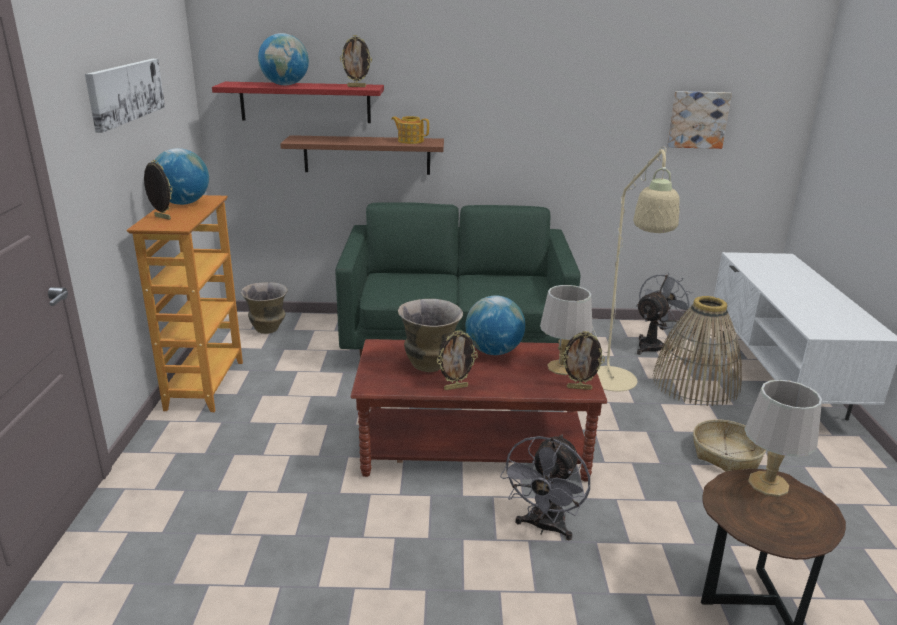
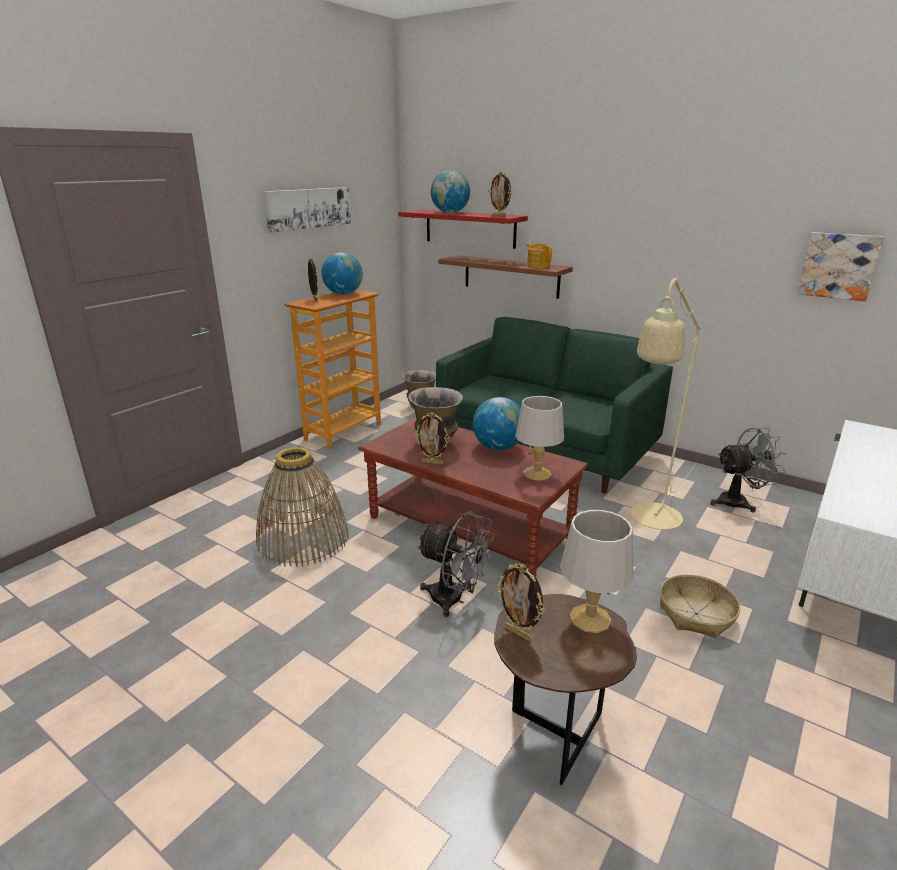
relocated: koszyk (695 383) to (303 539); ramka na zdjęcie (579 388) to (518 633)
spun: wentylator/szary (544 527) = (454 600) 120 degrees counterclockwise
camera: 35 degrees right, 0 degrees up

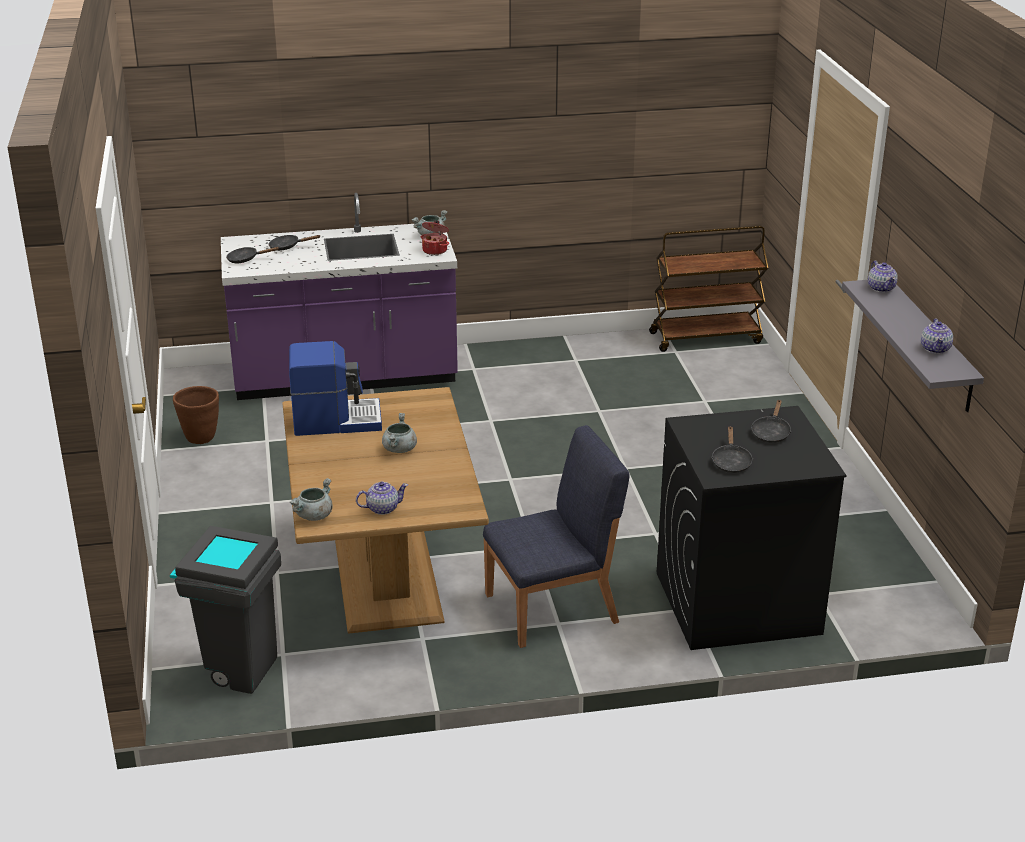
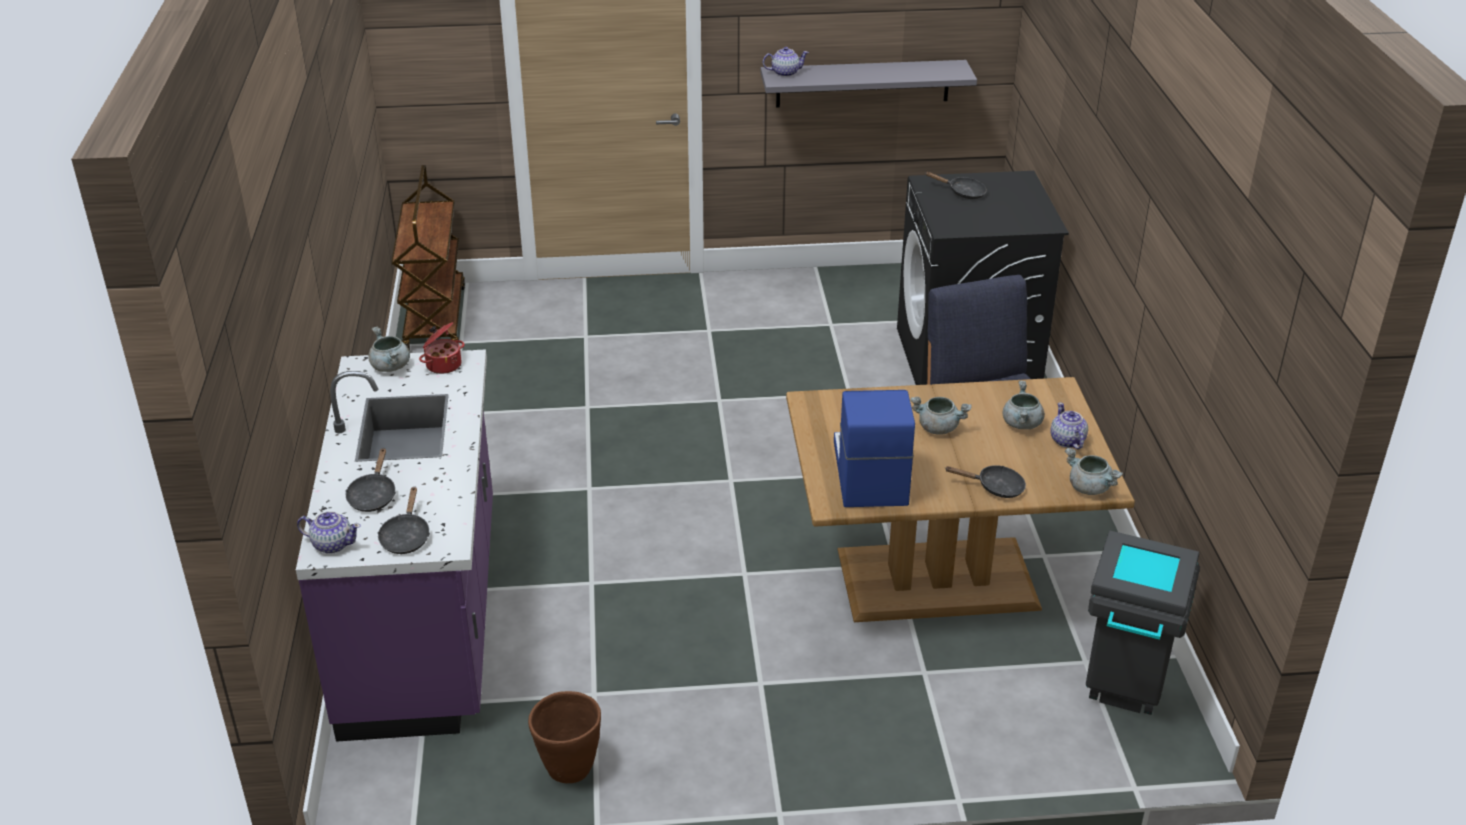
appeared: garnek/szary (1022 424)
relocated: imbryk (935 349) to (332 544); patelnia/czarny (731 462) to (995 487)
camera: 85 degrees left, 5 degrees up

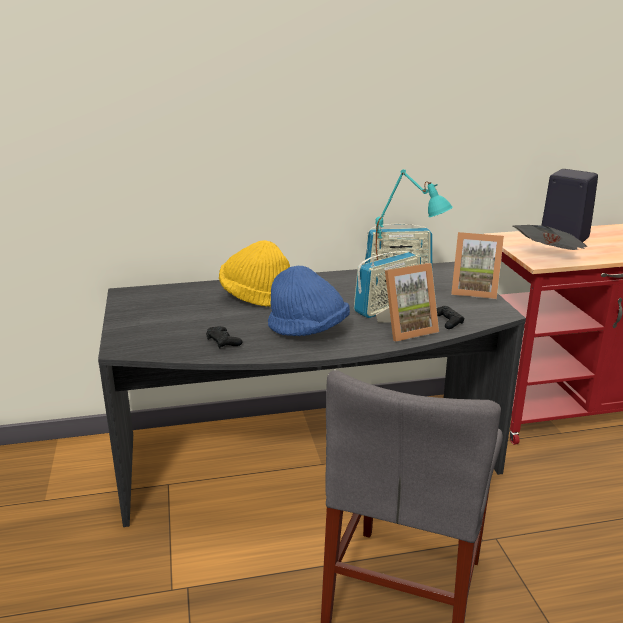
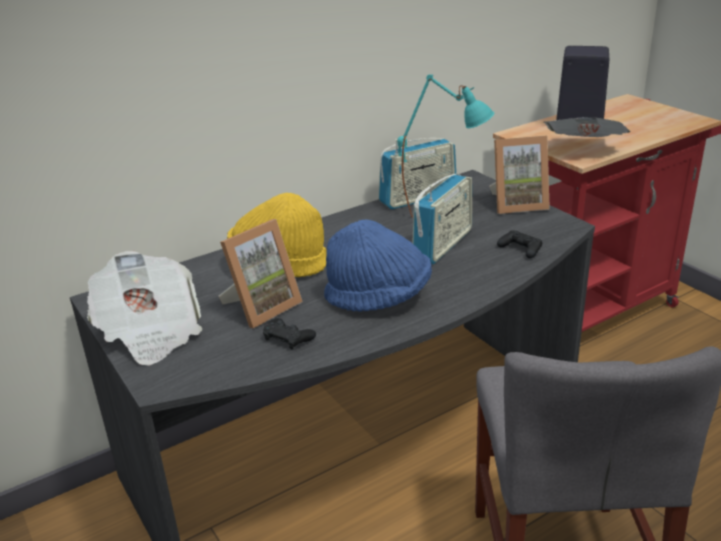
appeared: gazeta (150 332)
relocated: ramka na zdjęcie (406 329) to (261 307)
camera: 20 degrees left, 5 degrees up

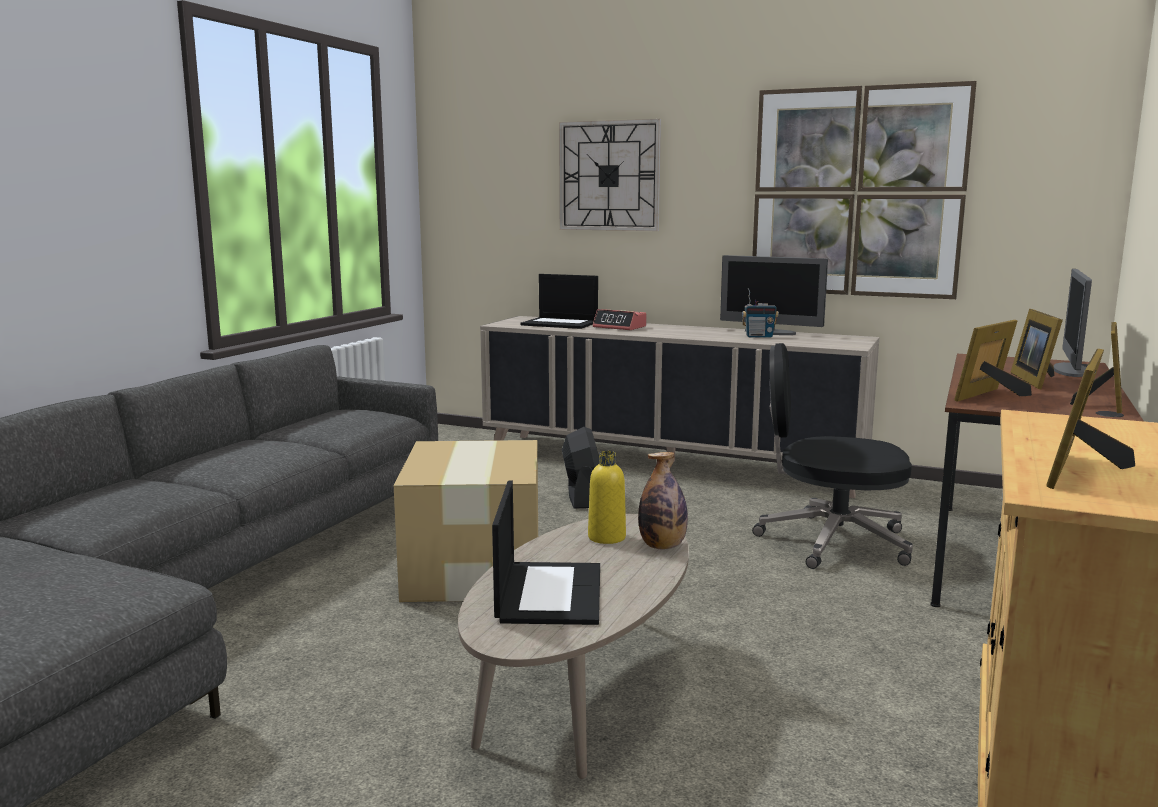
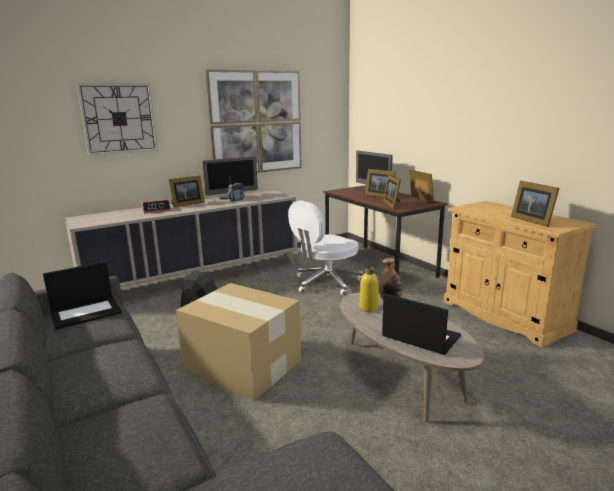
appeared: ramka na zdjęcie (186 204)
relocated: laptop (561 324) to (86 312)
colour: krzesło biurowe/czarny (830 541) to krzesło biurowe/biały (326 283)
camera: 55 degrees left, 5 degrees up

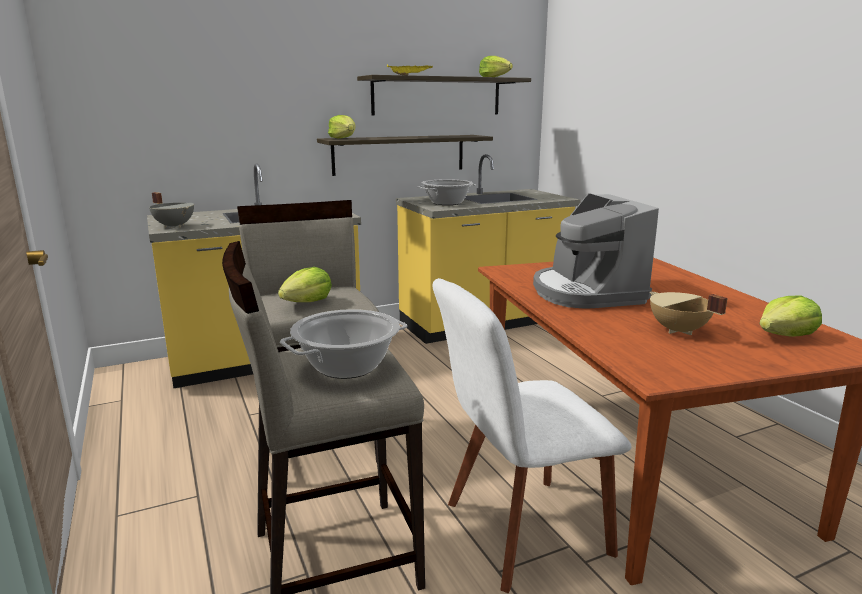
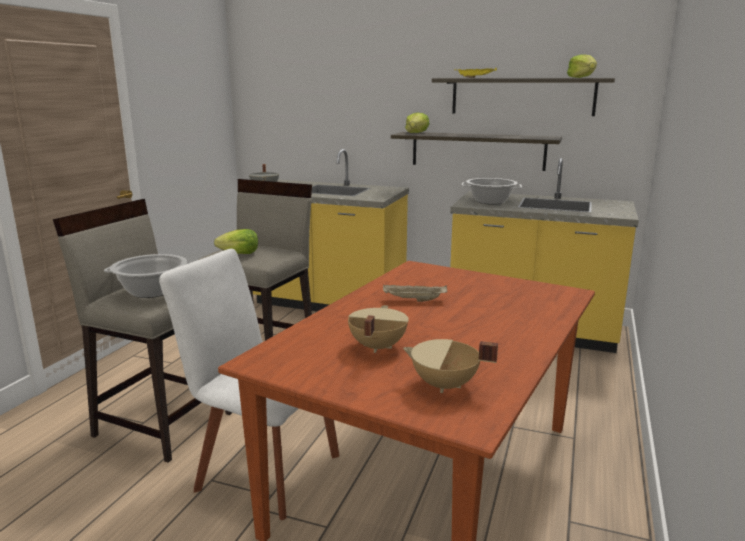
exchanged: ekspres do kawy (586 293) to taca/beżowy (413 300); sałata (785 336) to garnek/beżowy (444 386)
camera: 45 degrees right, 0 degrees up

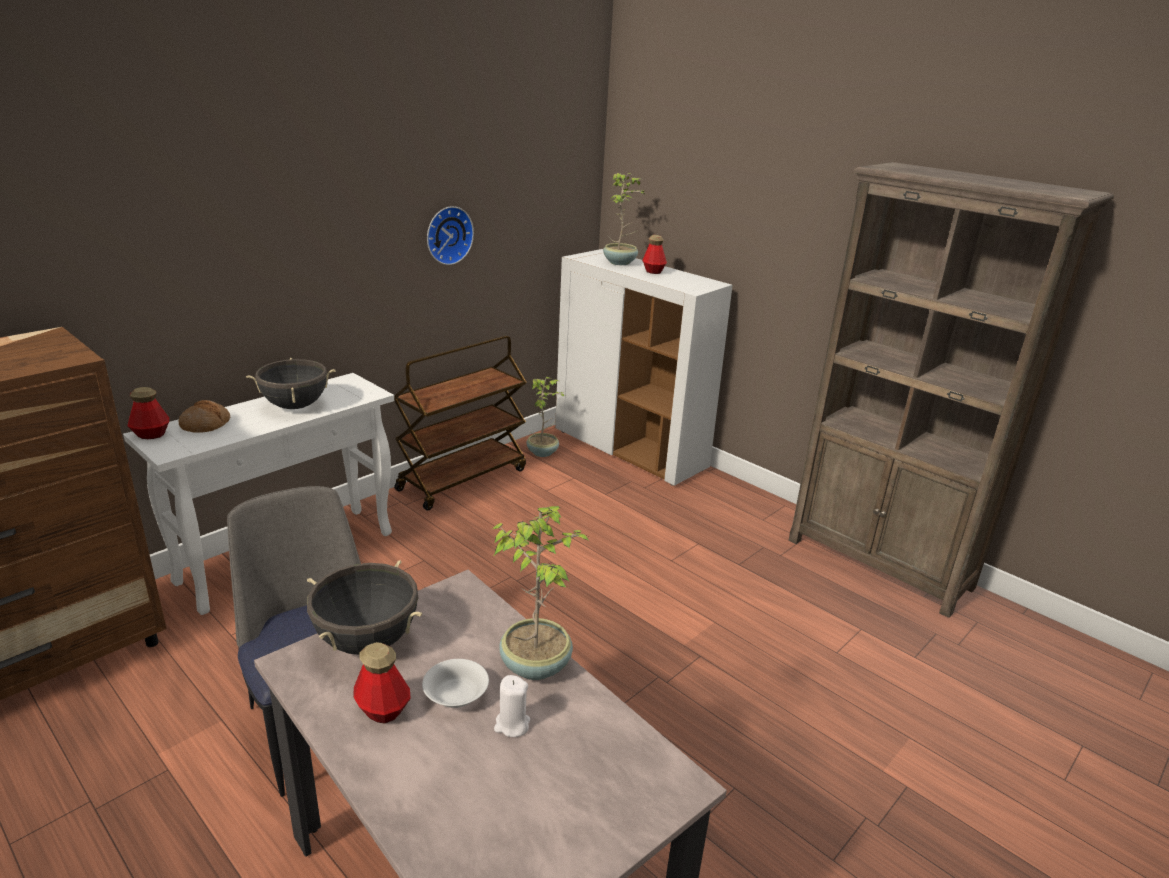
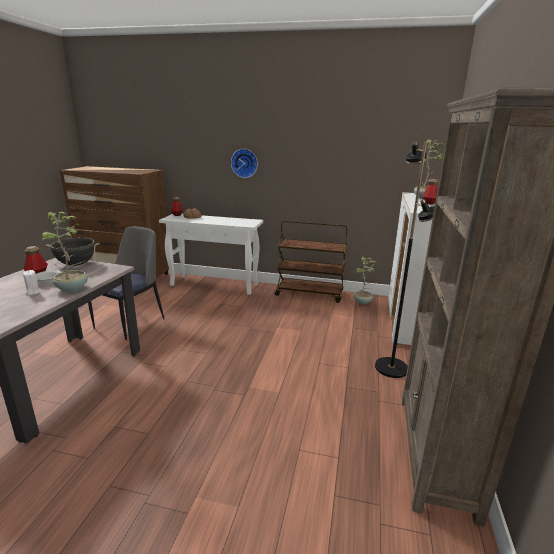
missing: garnek/czarny (295 406)
appeared: lampa stojąca/czarny (392 368)
relocated: zegar ścienny (447 235) to (244 163)
camera: 60 degrees right, 5 degrees down

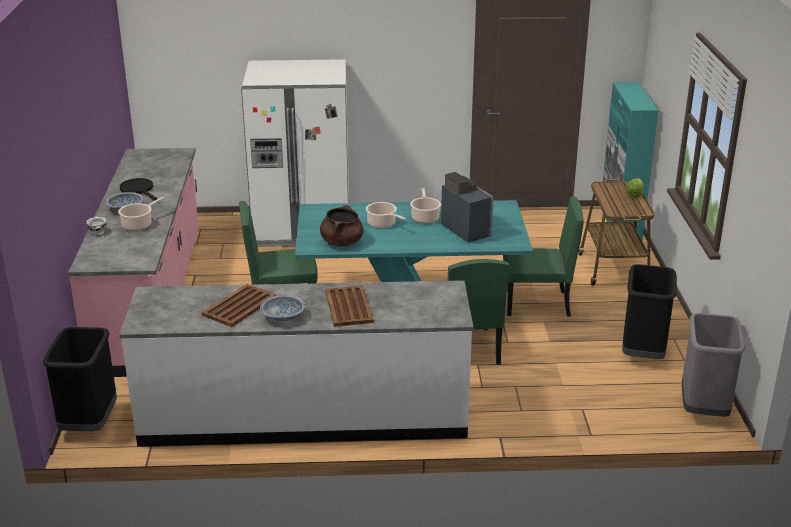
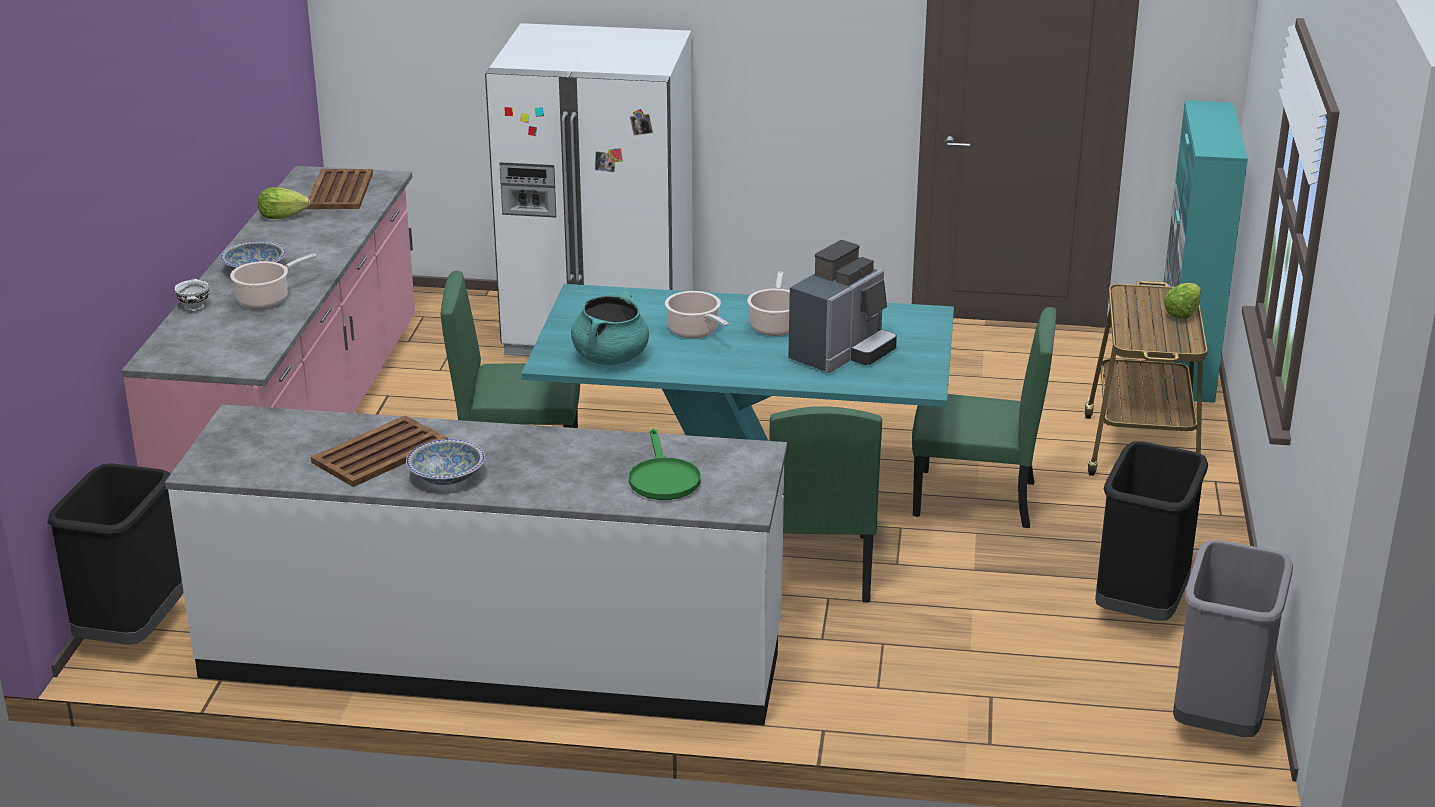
missing: patelnia/czarny (139 190)
appeared: sałata (282 217); patelnia/zielony (662 478)
relocated: taca/brązowy (348 307) to (339 191)
colour: garnek/brązowy (342 242) to garnek/turkusowy (610 357)
spun: ekspres do kawy (467 230) = (842 353) 60 degrees clockwise
camera: 10 degrees right, 0 degrees up

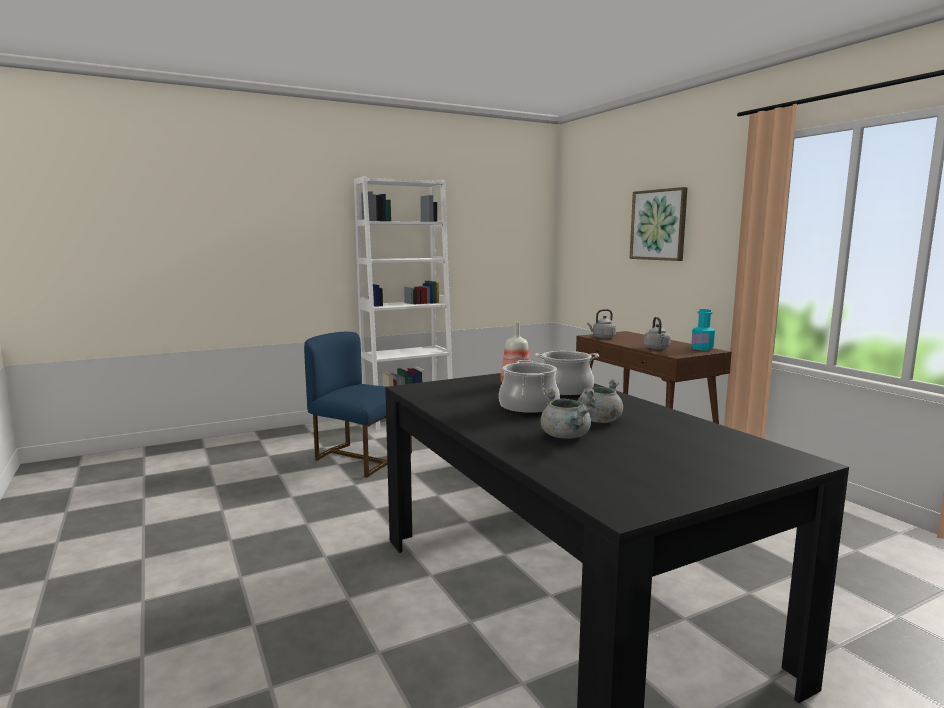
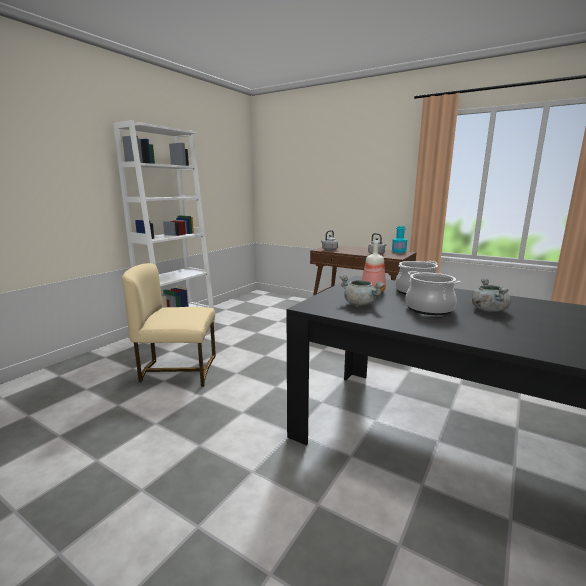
missing: obraz (658 225)
relocated: garnek/szary (566 436) to (360 304)
colour: krzesło/niebieski (360 458) to krzesło/beżowy (178 370)
camera: 30 degrees left, 5 degrees up

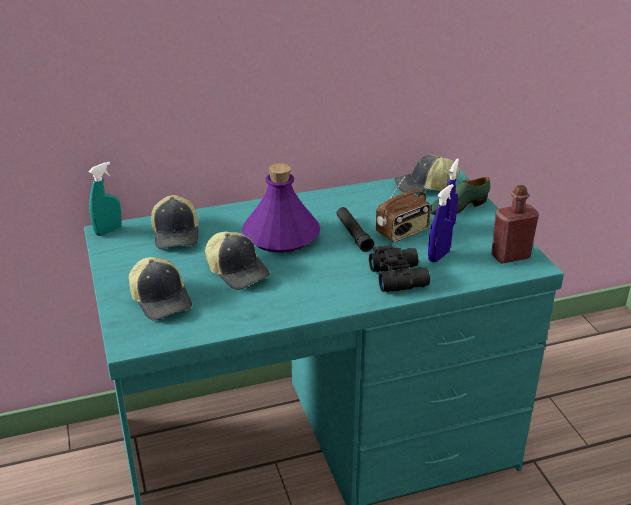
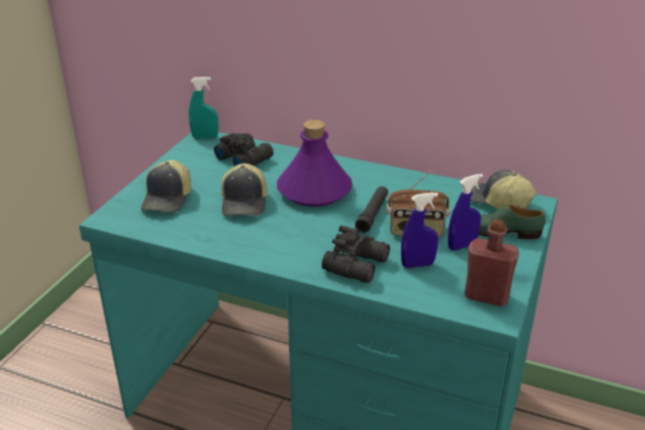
exchanged: czapka z daszkiem (177 234) to lornetka/czarny (244 158)
camera: 40 degrees right, 0 degrees up

